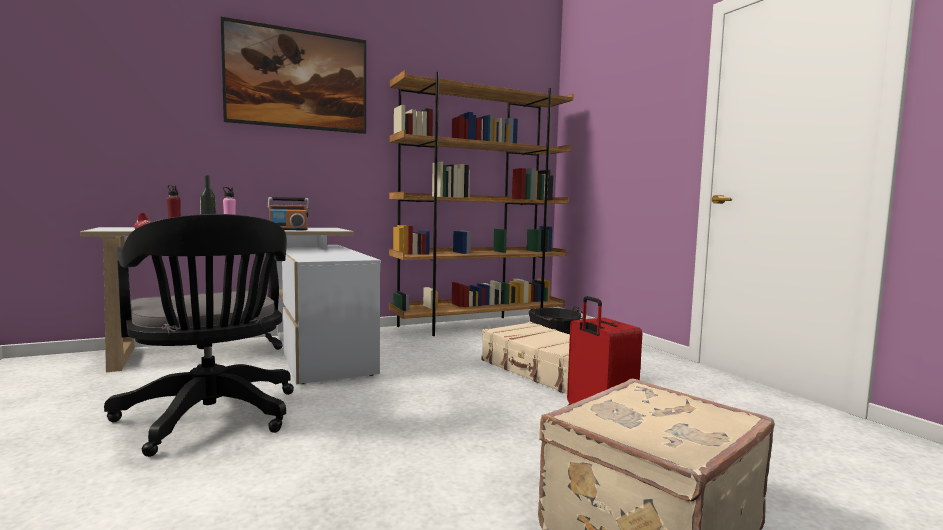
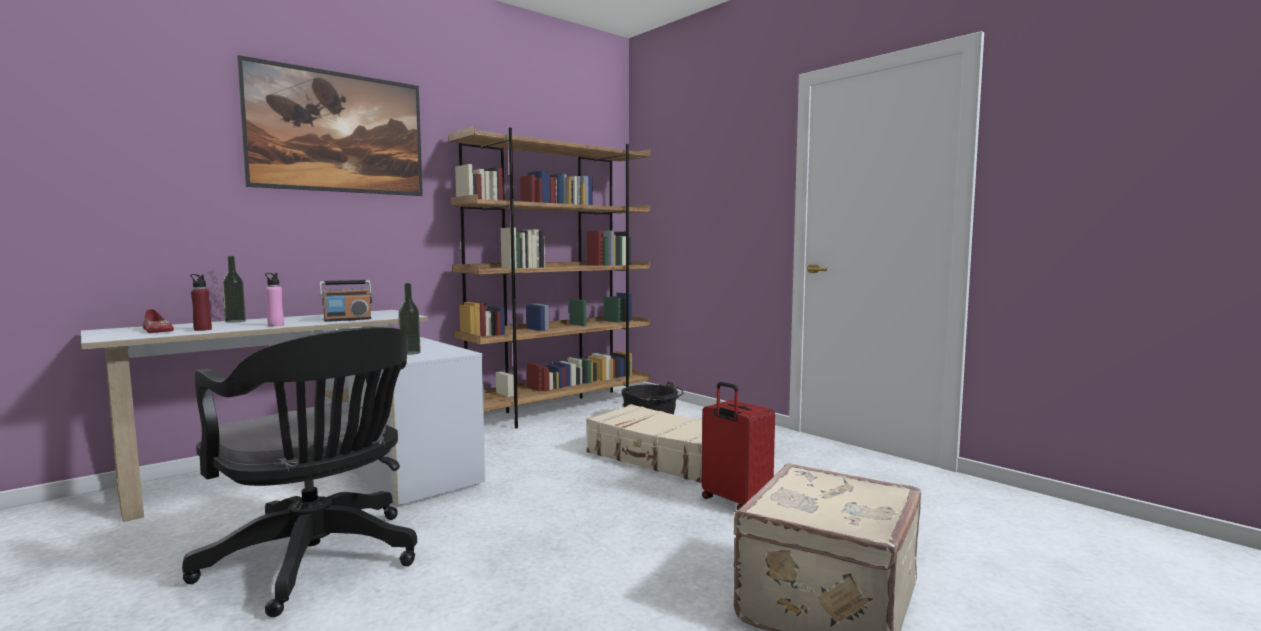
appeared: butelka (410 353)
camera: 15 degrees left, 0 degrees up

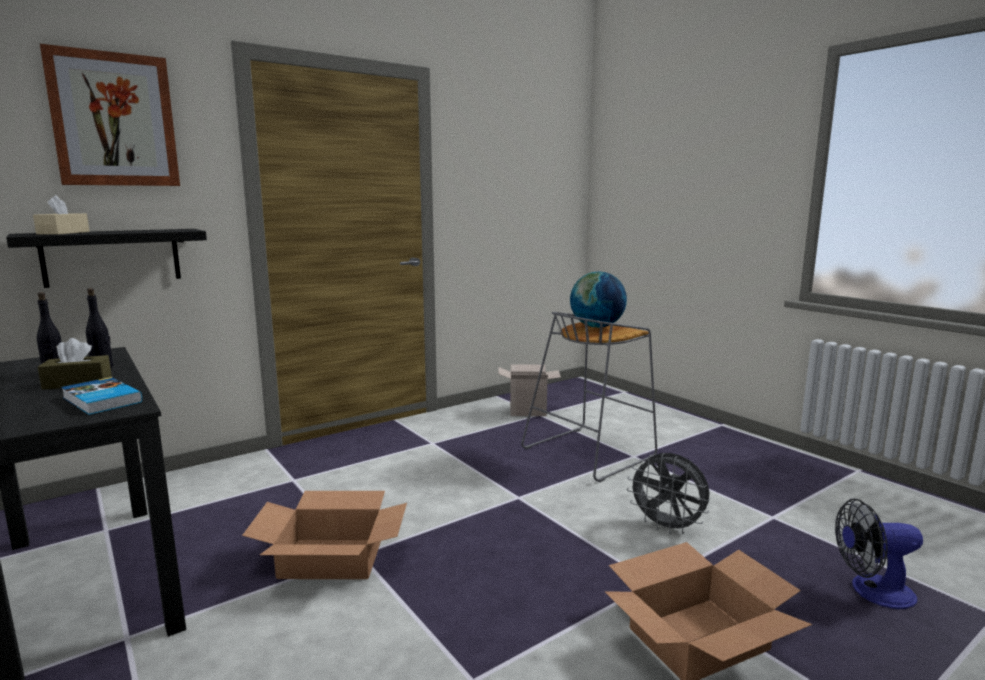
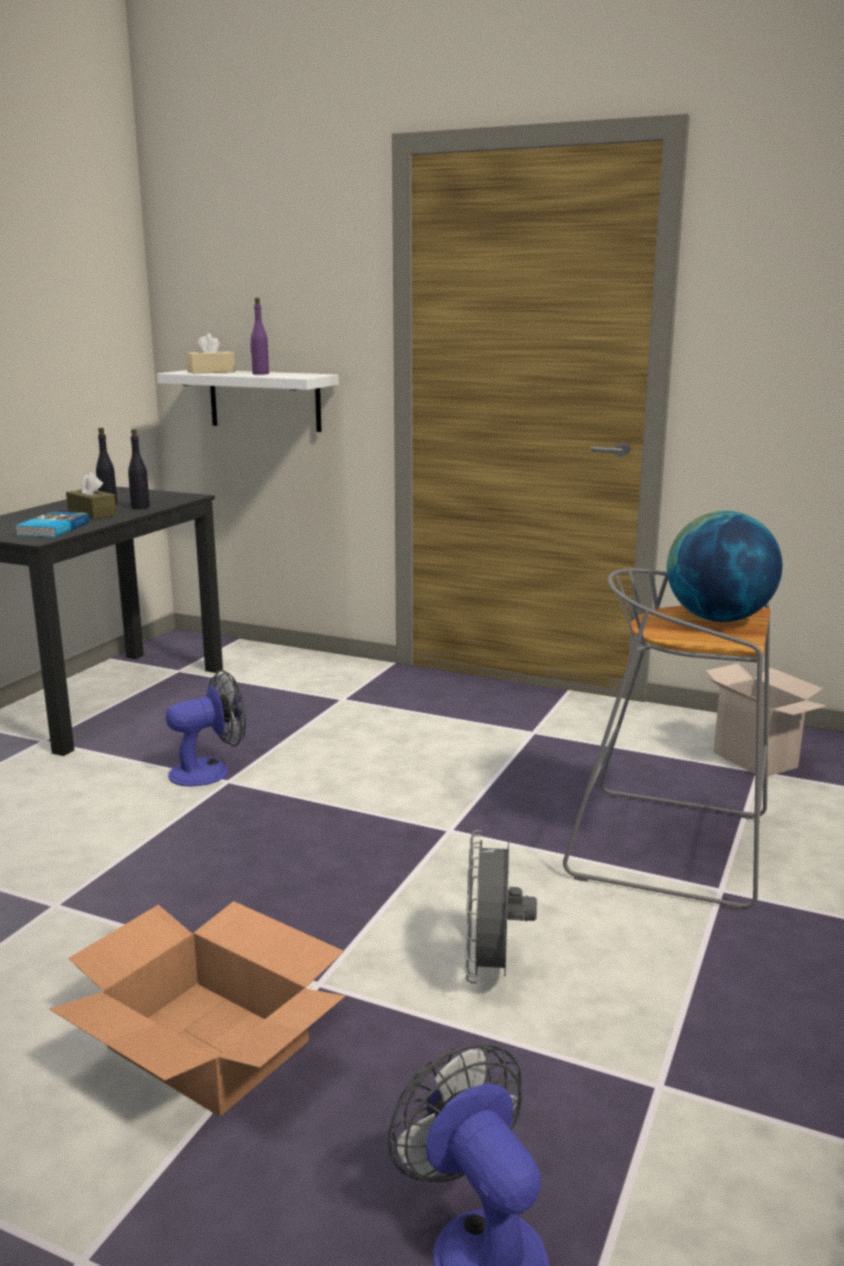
missing: obraz (114 120)
appeared: butelka/fioletowy (260 374)
exchanged: karton (331 558) to wentylator (209 771)
colour: półka/czarny (112 257) to półka/biały (264 400)
camera: 60 degrees right, 5 degrees up

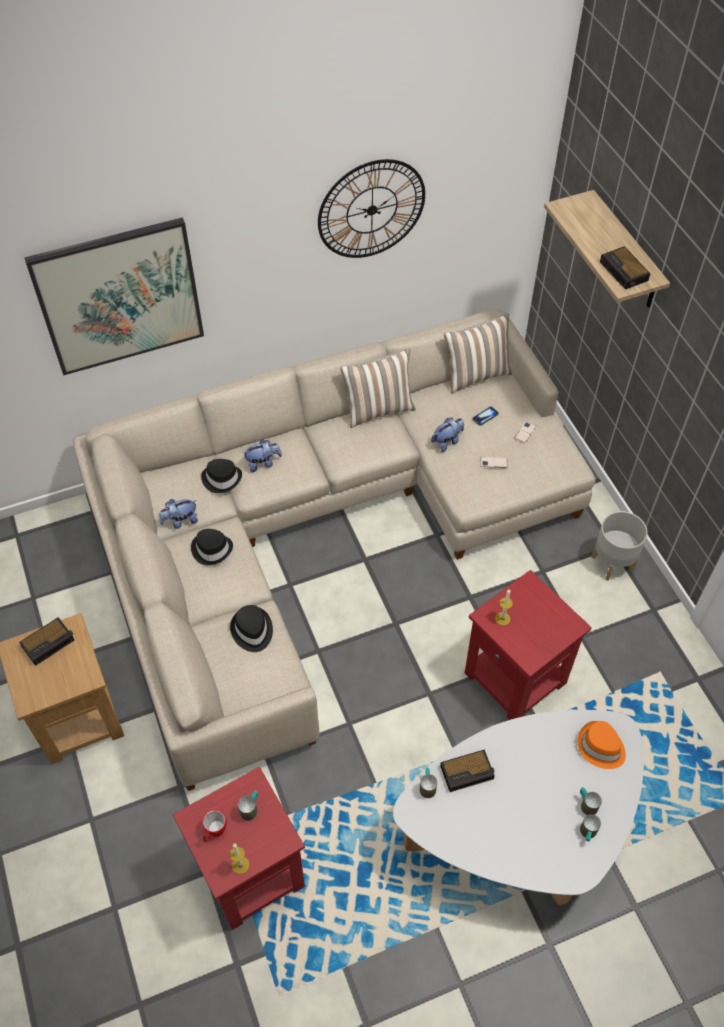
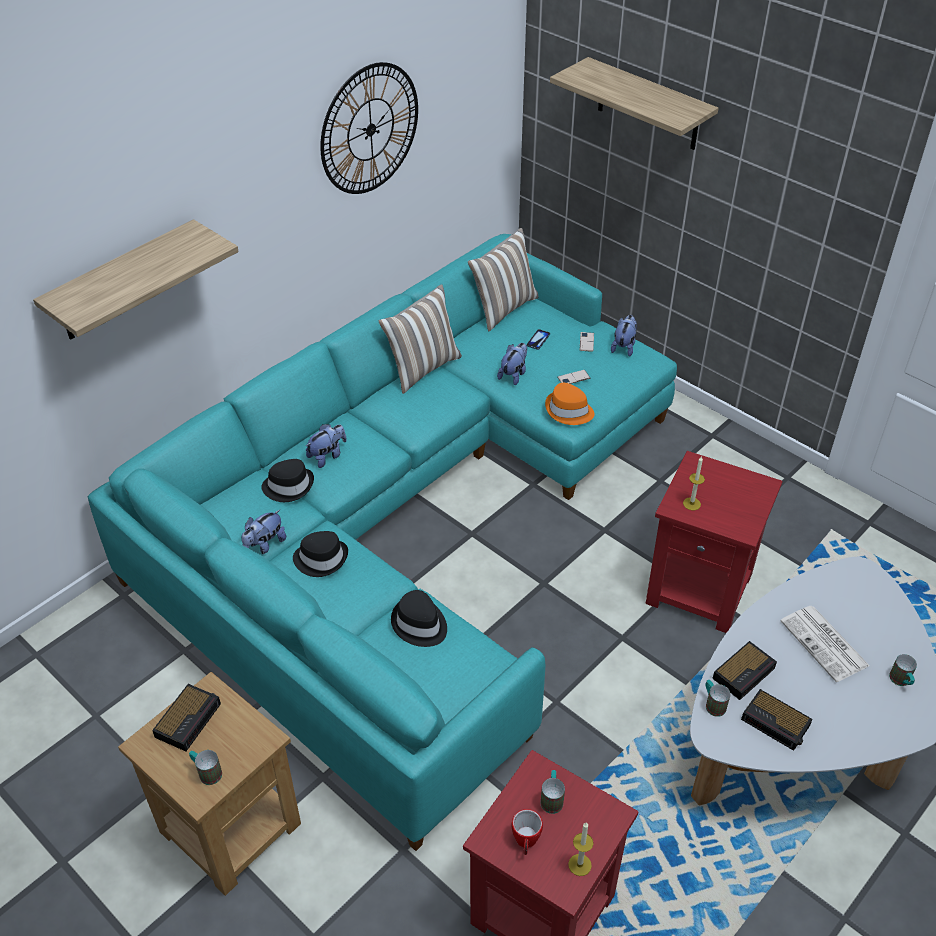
missing: donica/szary (613 563)
appeared: pluszak (624 346); gazeta (825 644)
relocated: budzik (624 272) to (776 723); kapelusz/pomarańczowy (600 747) to (568 411); kubek (586 804) to (206 772)
exchanged: obraz (119 296) to półka (123 282)
colour: kanapa/beżowy (320 530) to kanapa/turkusowy (405 522)
camera: 25 degrees left, 10 degrees down

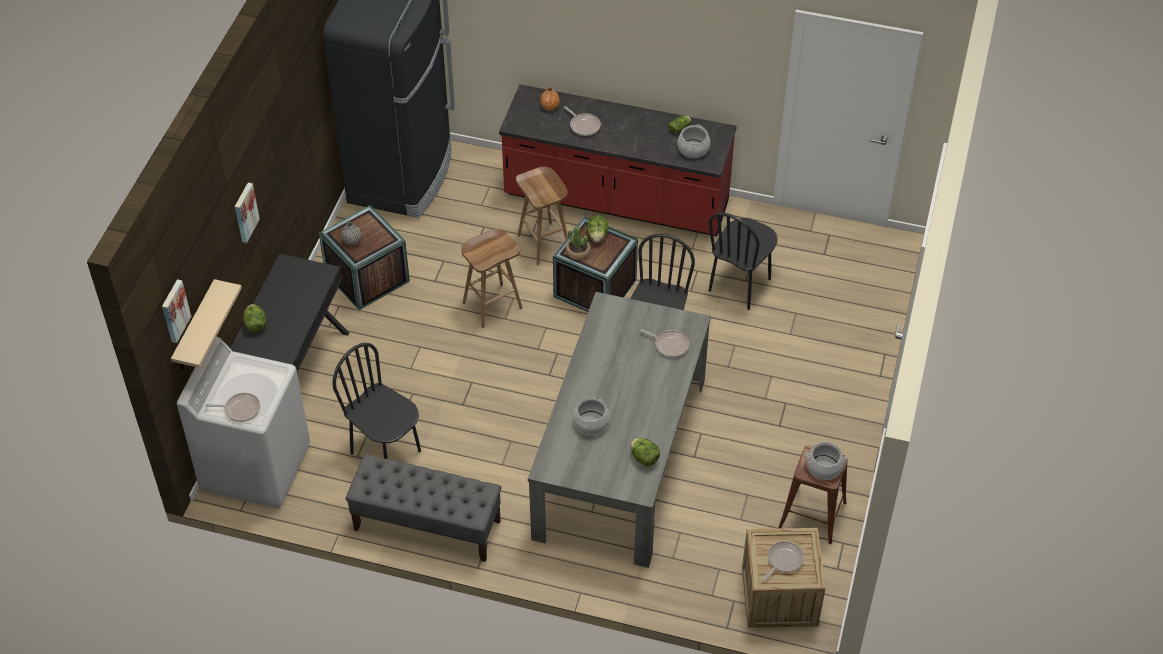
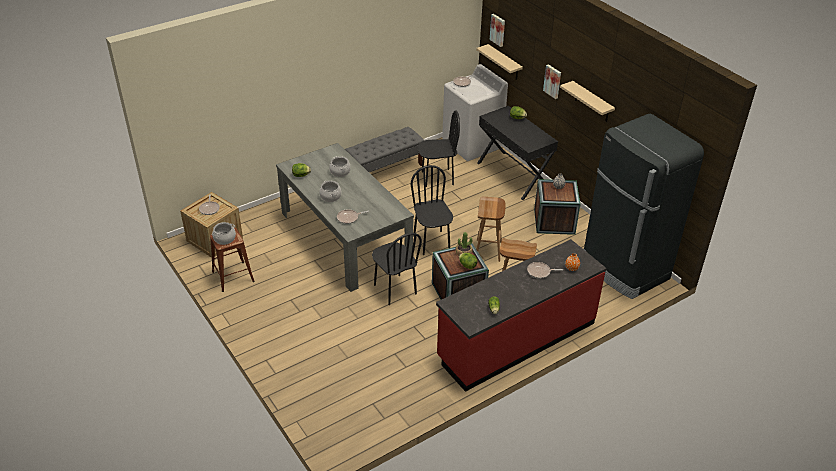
appeared: półka/beżowy (592 102)
relocated: garnek (693 149) to (330 196); krzesło/czarny (740 285) to (432 242)
camera: 130 degrees right, 10 degrees down

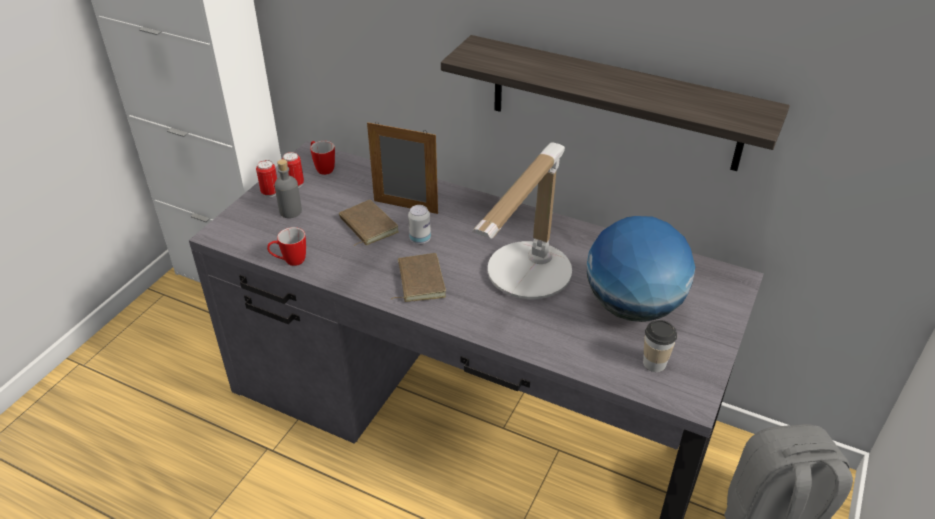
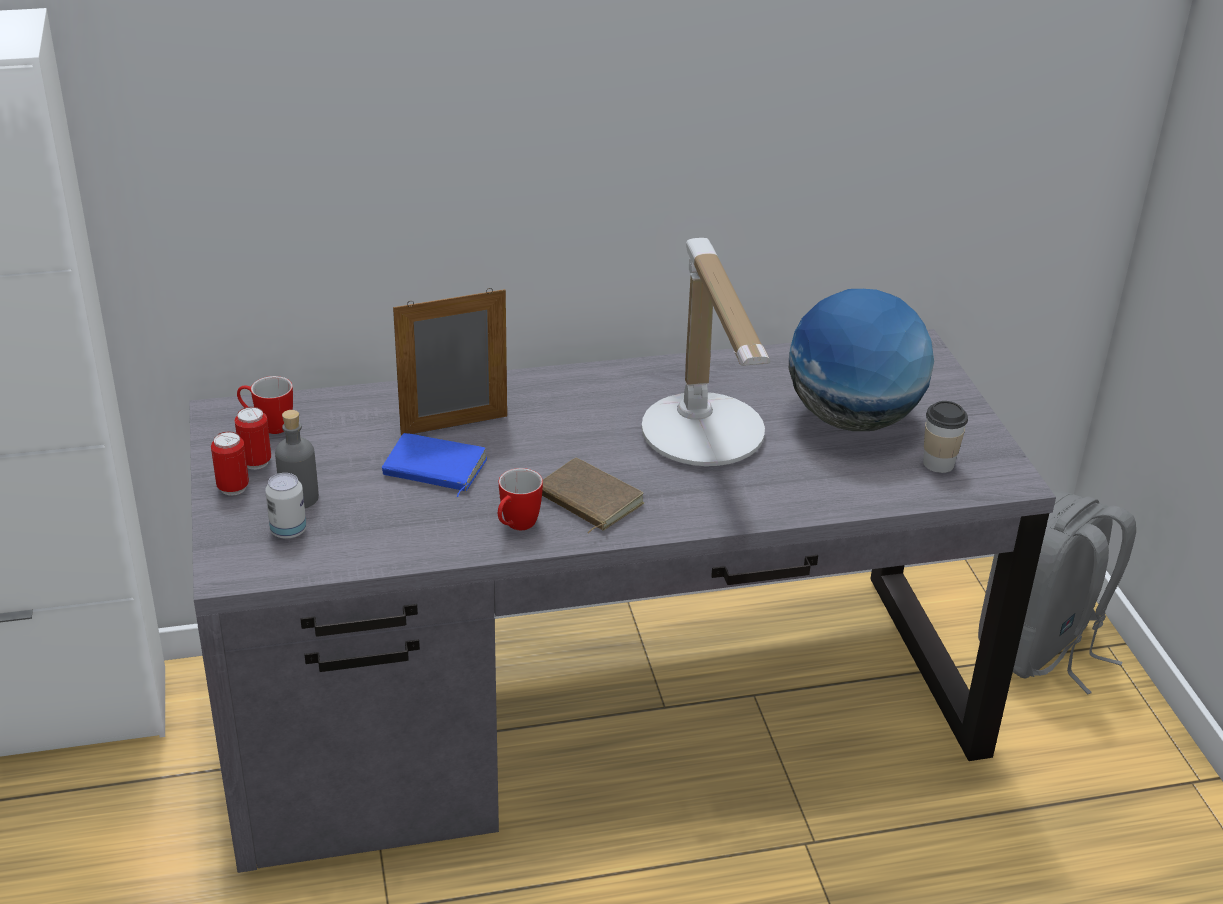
missing: półka (614 103)
relocated: puszka (420 239) to (288 531); kubek (290 261) to (516 527)
colour: książka/brązowy (366 226) to książka/niebieski (433 469)
camera: 40 degrees left, 5 degrees down

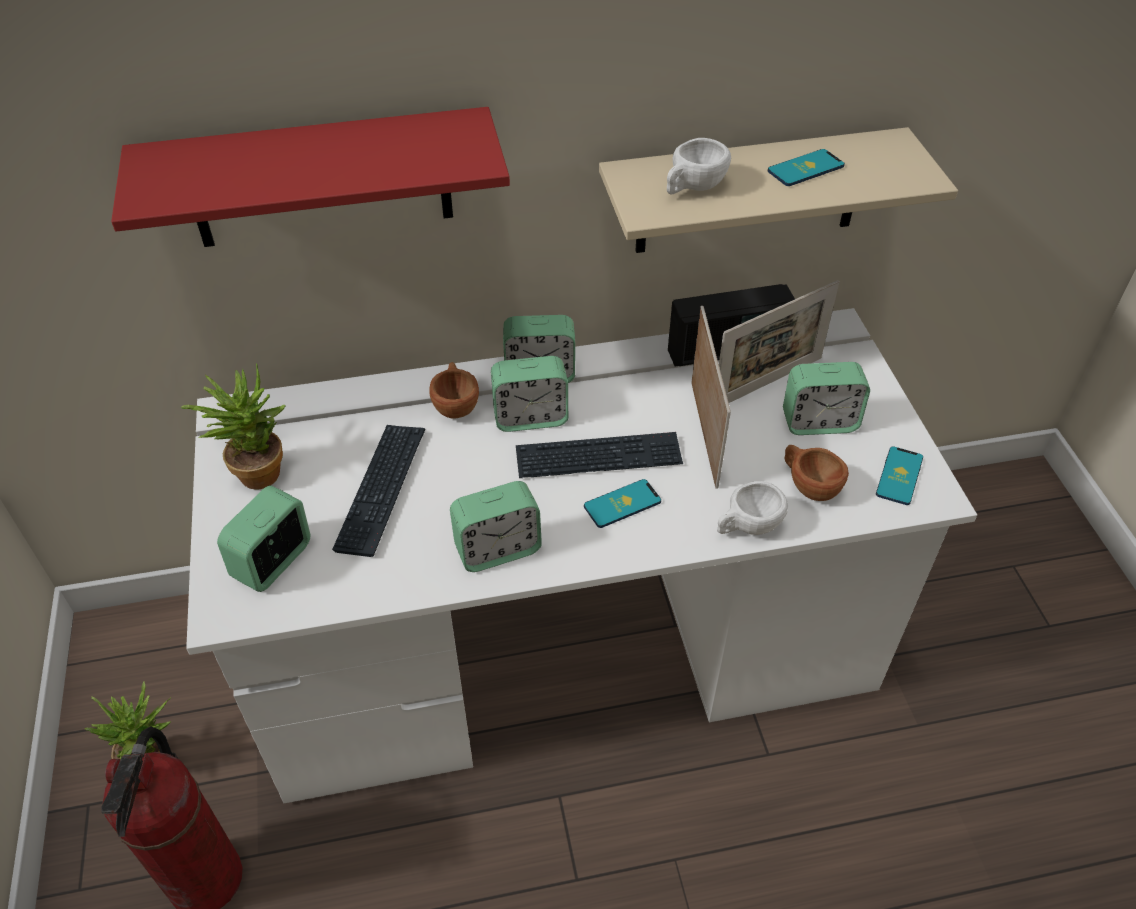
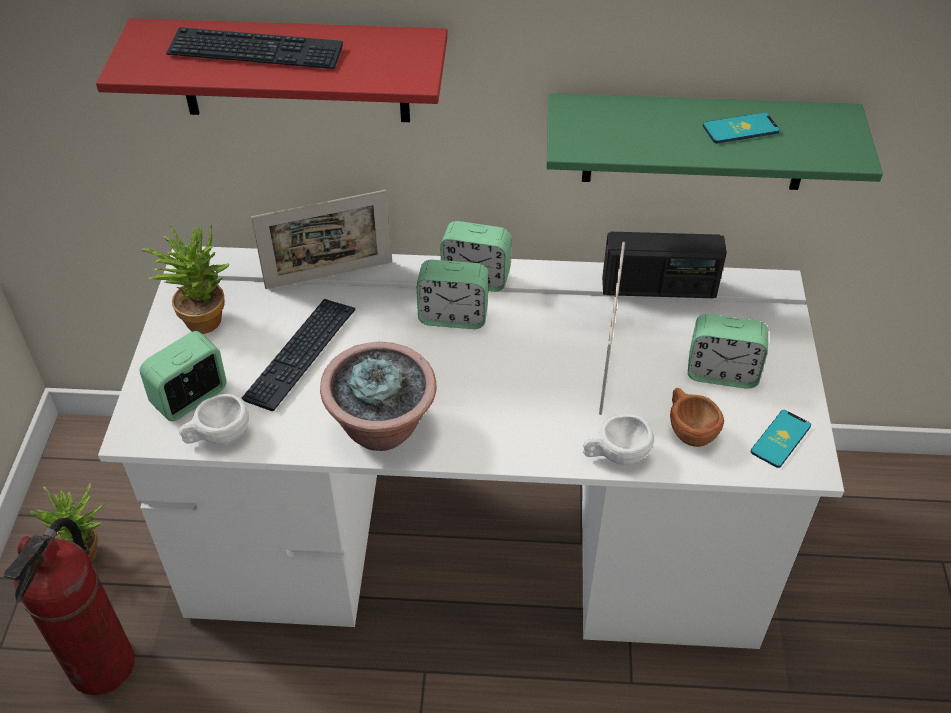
missing: filiżanka/brązowy (455 404); telefon (622 504)
relocated: filiżanka/biały (692 188) to (217 436); ramka na zdjęcie (767 383) to (329 275); klawiatura (598 458) to (255 52)
exchanged: budzik (498 549) to roślina doniczkowa (382 428)
colour: półka/beżowy (749 192) to półka/zielony (696 142)
camera: 15 degrees right, 0 degrees up

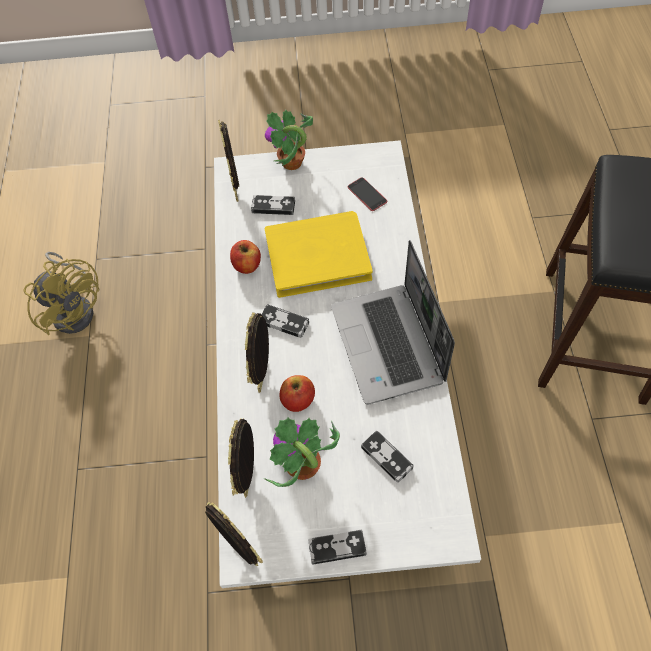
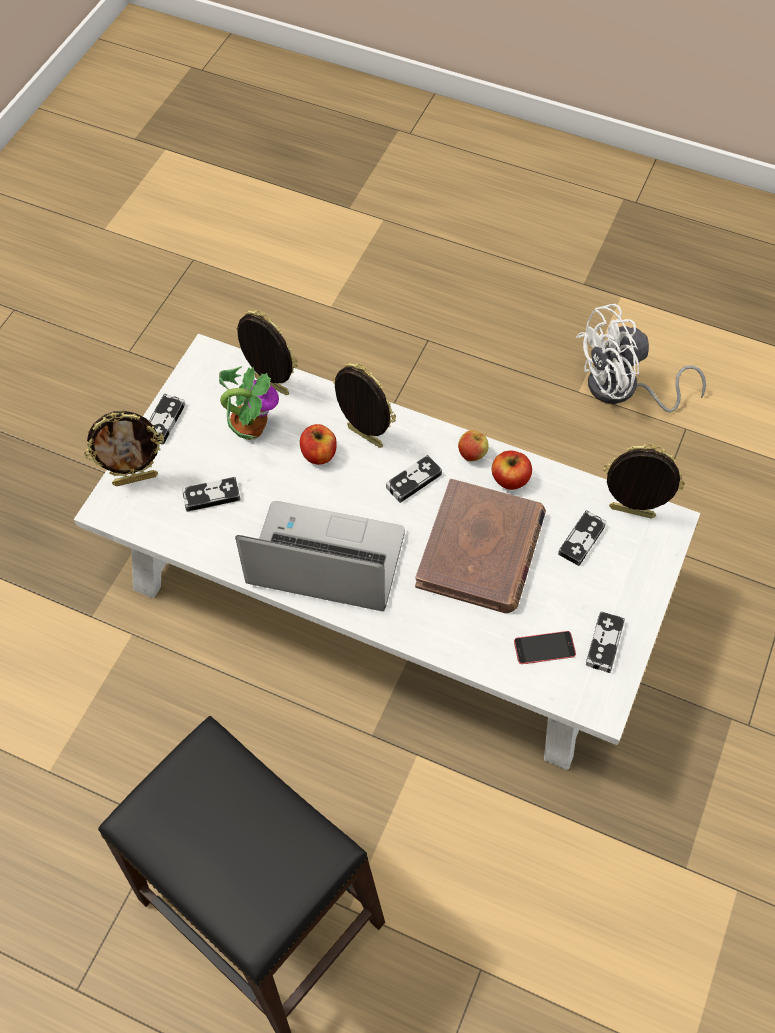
missing: roślina doniczkowa (292 163)
appeared: jabłko (472 455); pad do gier (604 643)
relocated: ramka na zdjęcie (241 551) to (135 478)
colour: książka/żółty (317 256) to książka/brązowy (481 550); wentylator/żółty (75 308) to wentylator/biały (622 390)
camera: 115 degrees right, 0 degrees up

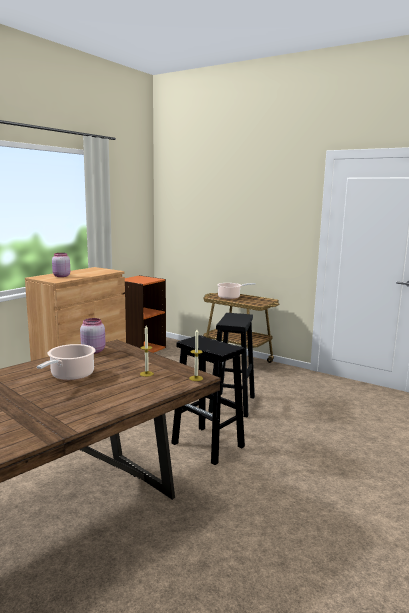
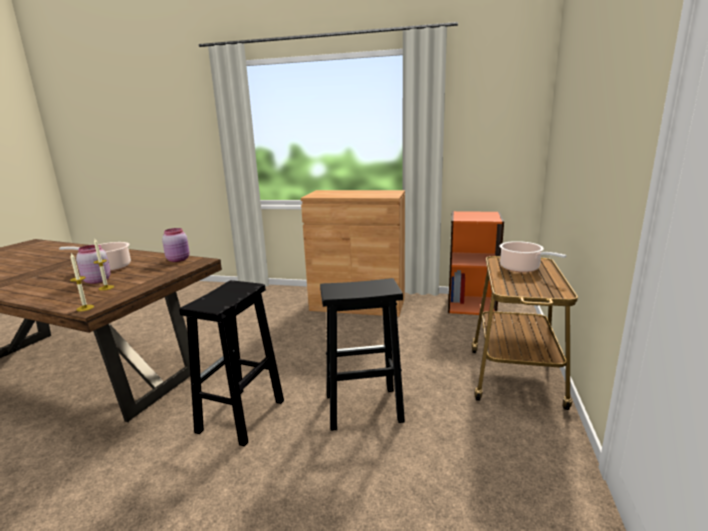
relocated: słoik/różowy (61 276) to (96 280)
camera: 70 degrees right, 5 degrees up

